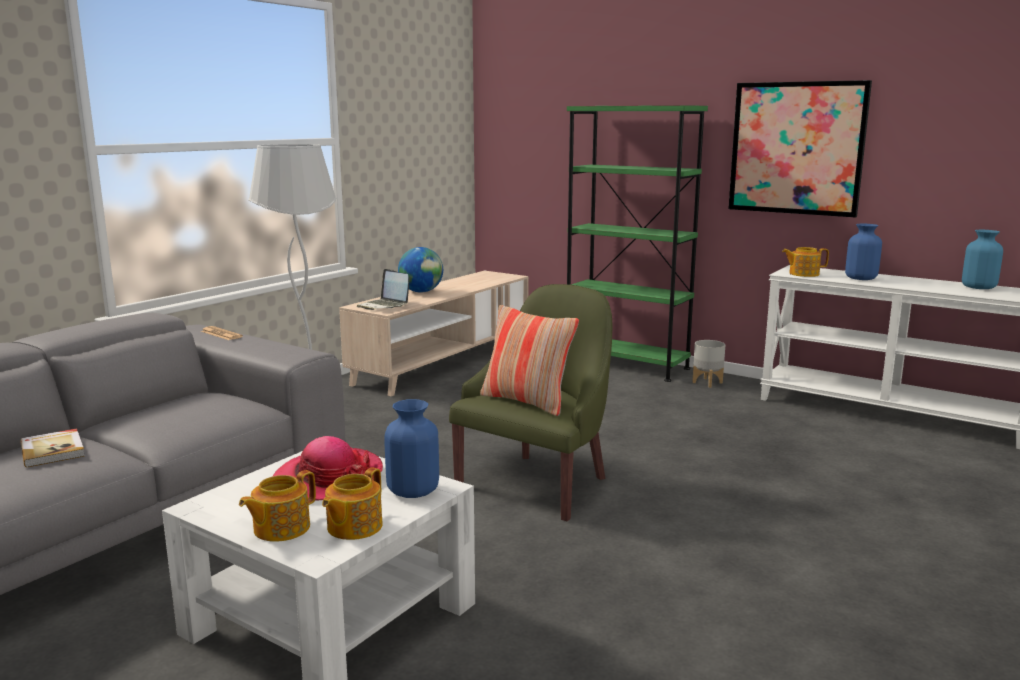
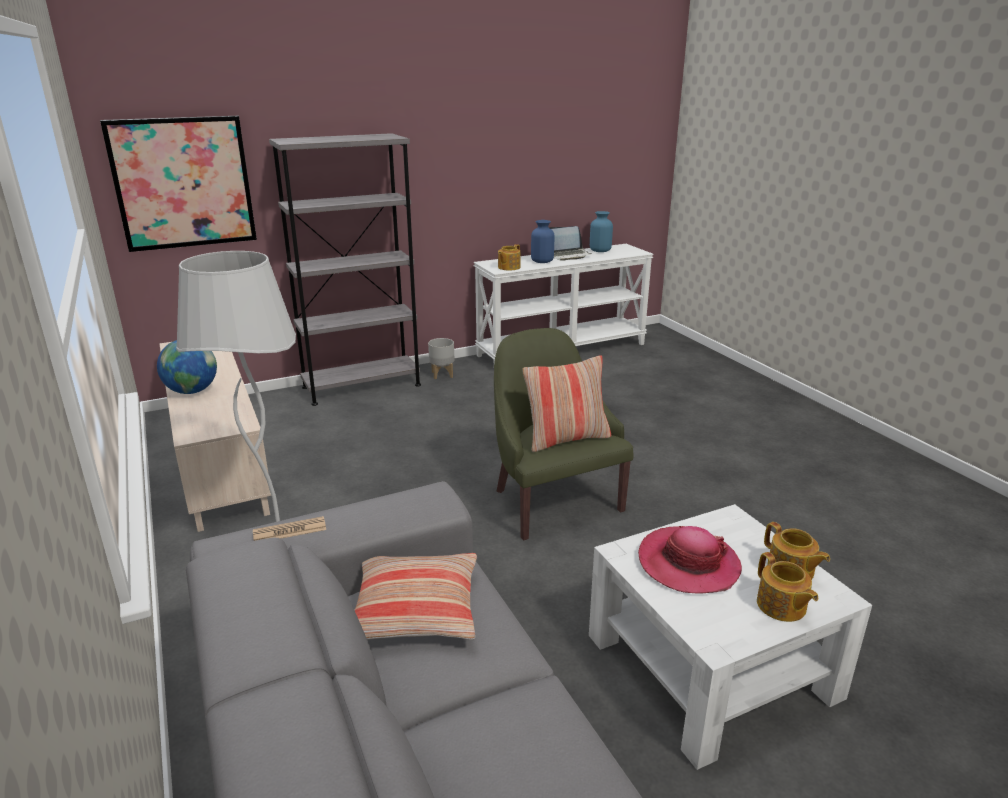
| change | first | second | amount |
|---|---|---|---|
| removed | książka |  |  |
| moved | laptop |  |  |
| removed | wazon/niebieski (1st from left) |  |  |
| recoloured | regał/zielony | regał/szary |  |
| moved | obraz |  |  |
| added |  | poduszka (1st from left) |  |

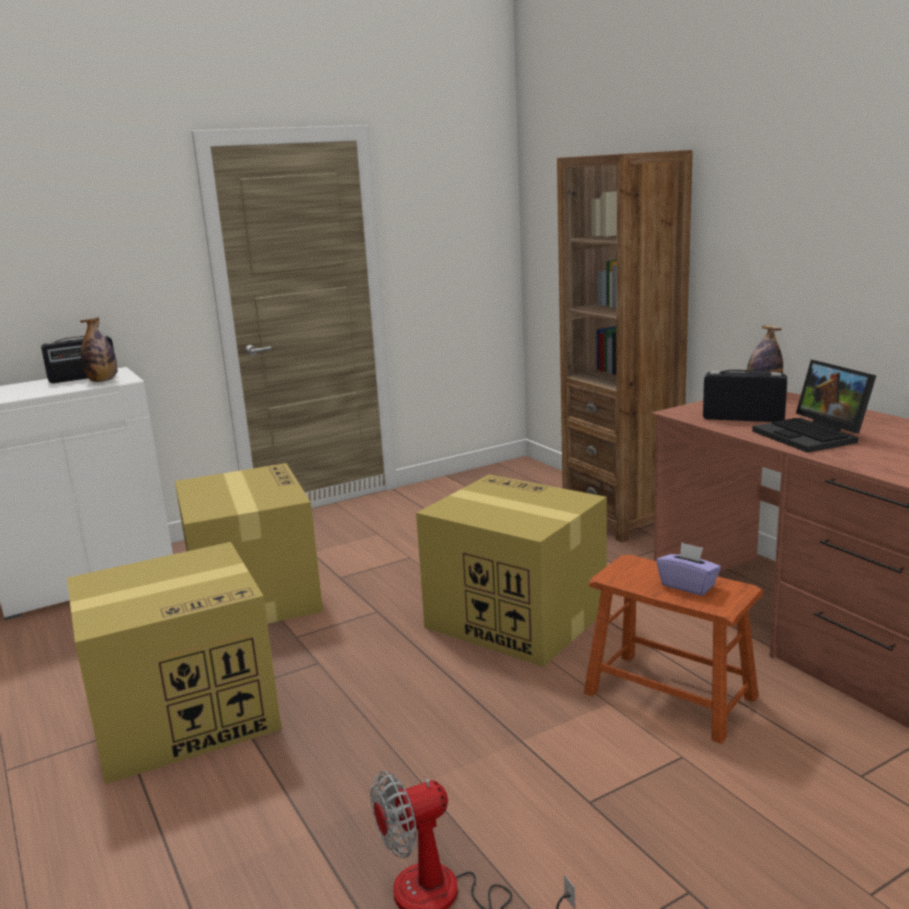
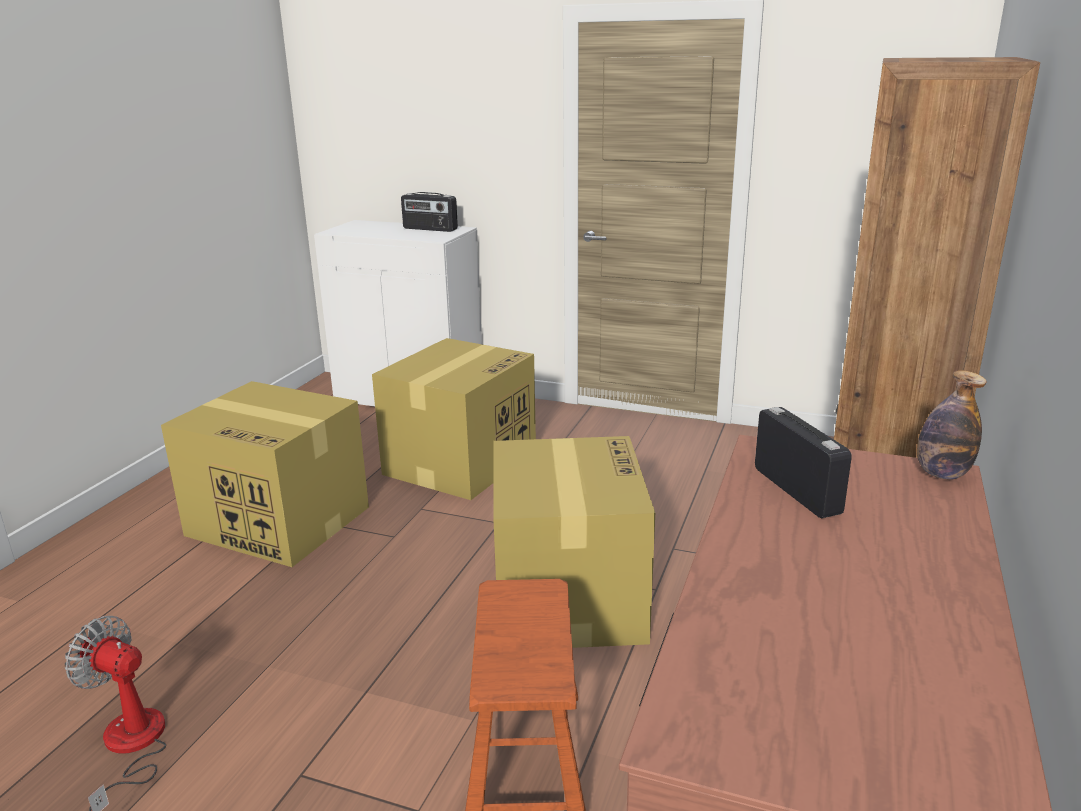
| change | first | second | amount |
|---|---|---|---|
| removed | butelka (1st from left) |  |  |
| removed | pudełko chusteczek/fioletowy |  |  |
| removed | laptop |  |  |

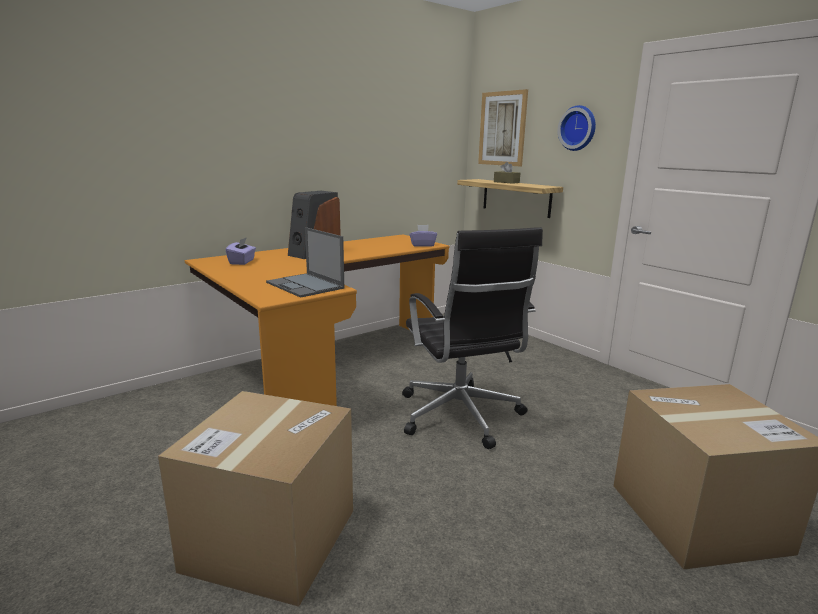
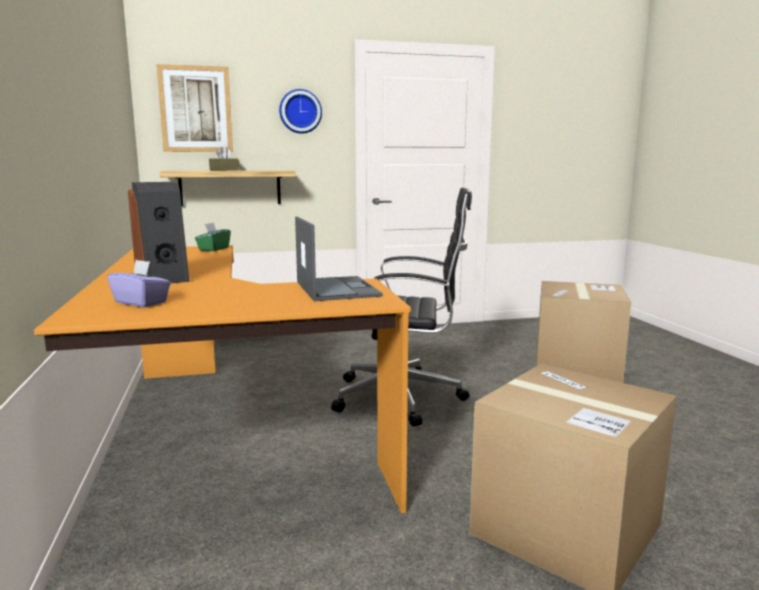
| change | first | second | amount |
|---|---|---|---|
| turned | laptop |  | 90 degrees counterclockwise |
| recoloured | pudełko chusteczek/fioletowy (2nd from left) | pudełko chusteczek/zielony |  |

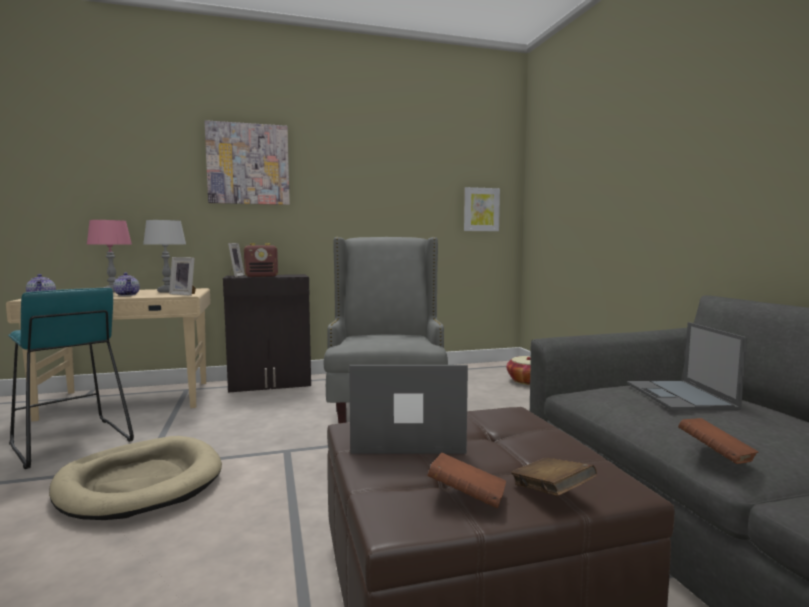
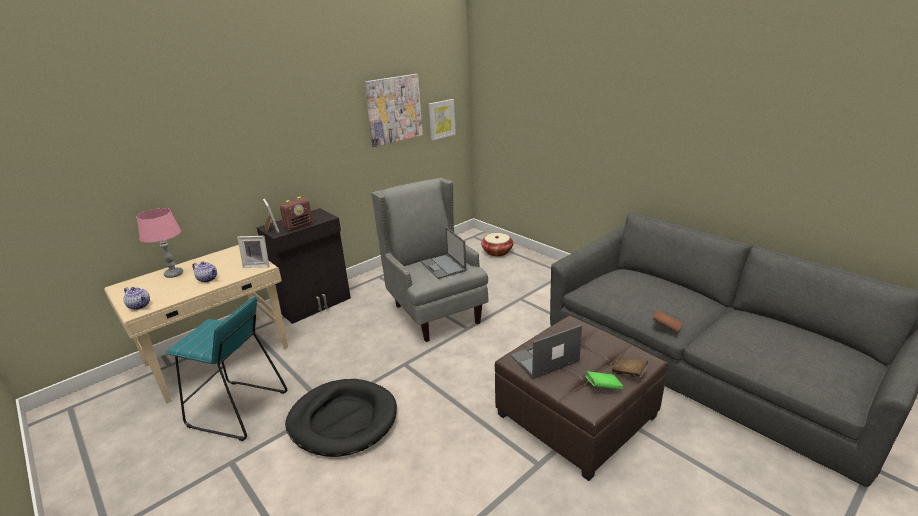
| change | first | second | amount |
|---|---|---|---|
| recoloured | legowisko/beżowy | legowisko/czarny |  |
| removed | lampa stołowa/szary |  |  |
| moved | obraz (1st from left) |  |  |
| recoloured | książka/brązowy (1st from left) | książka/zielony |  |
| moved | laptop (2nd from left in the first image) | laptop (1st from left) |  |

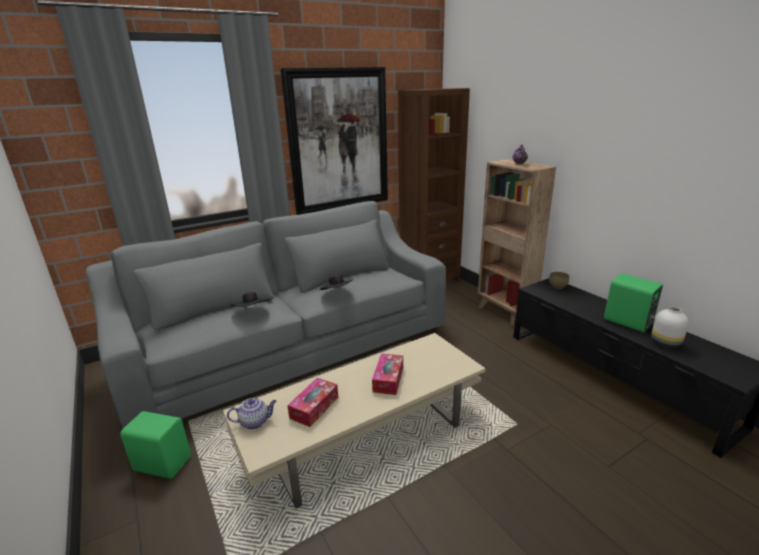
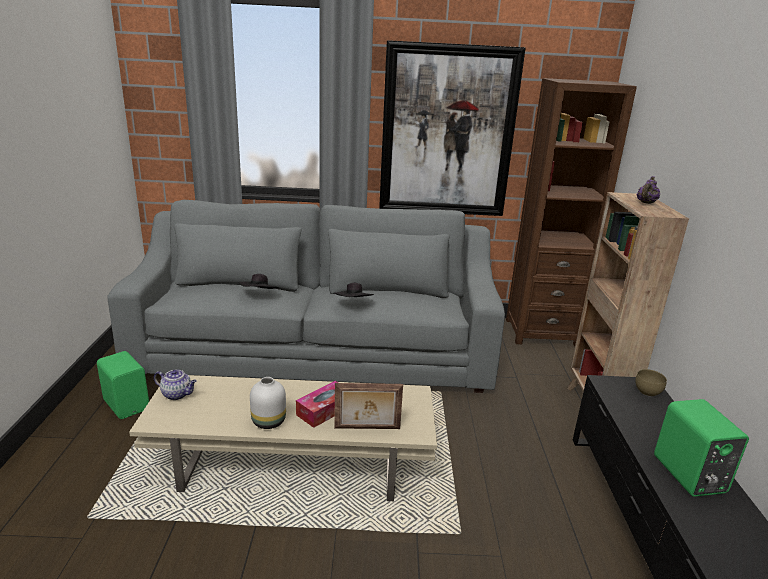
| change | first | second | amount |
|---|---|---|---|
| removed | pudełko chusteczek (1st from left) |  |  |
| moved | wazon/biały |  |  |
| added |  | ramka na zdjęcie |  |

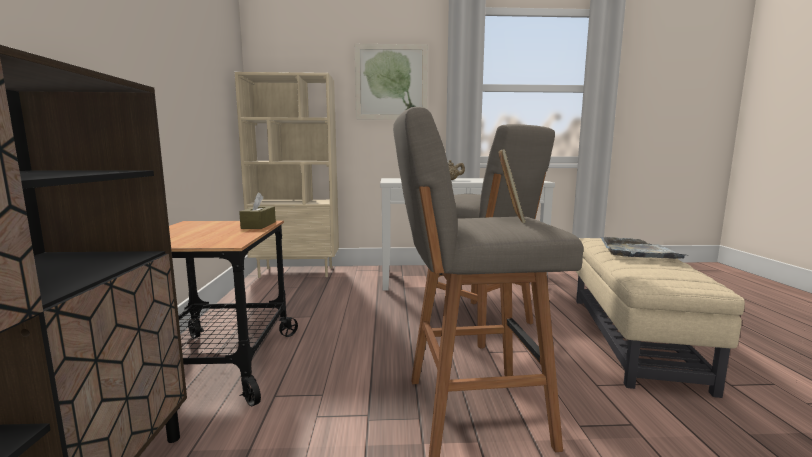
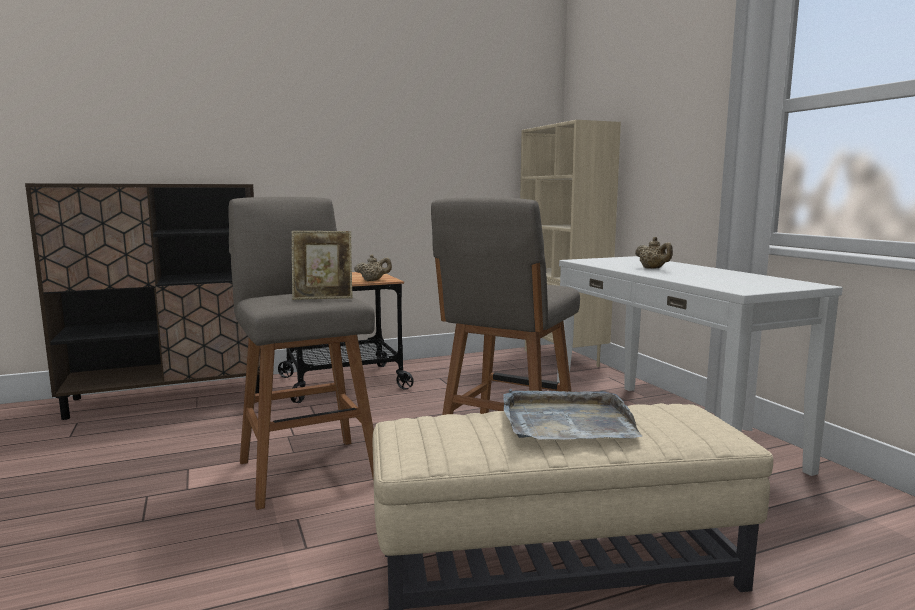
| change | first | second | amount |
|---|---|---|---|
| replaced | pudełko chusteczek/brązowy | imbryk/beżowy (1st from left) |  |
| removed | obraz |  |  |

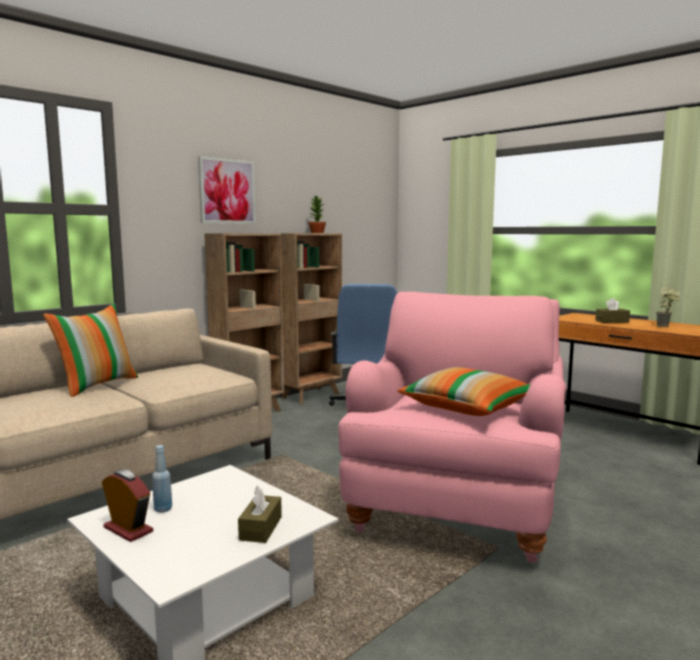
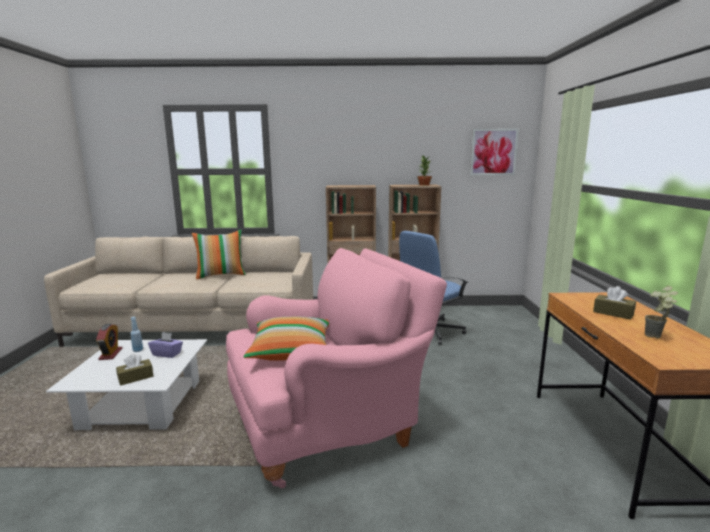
| change | first | second | amount |
|---|---|---|---|
| moved | obraz |  |  |
| added |  | pudełko chusteczek/fioletowy |  |

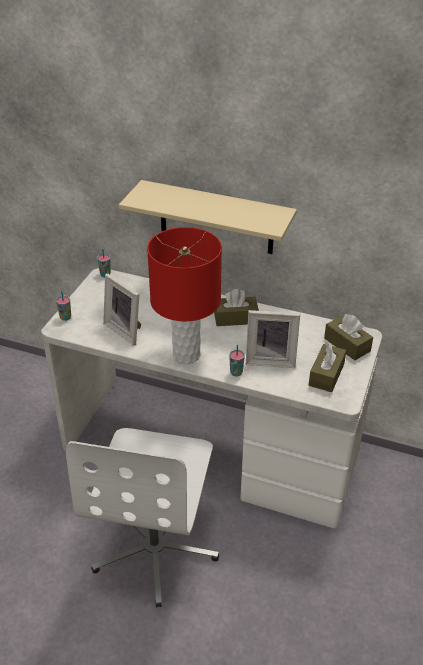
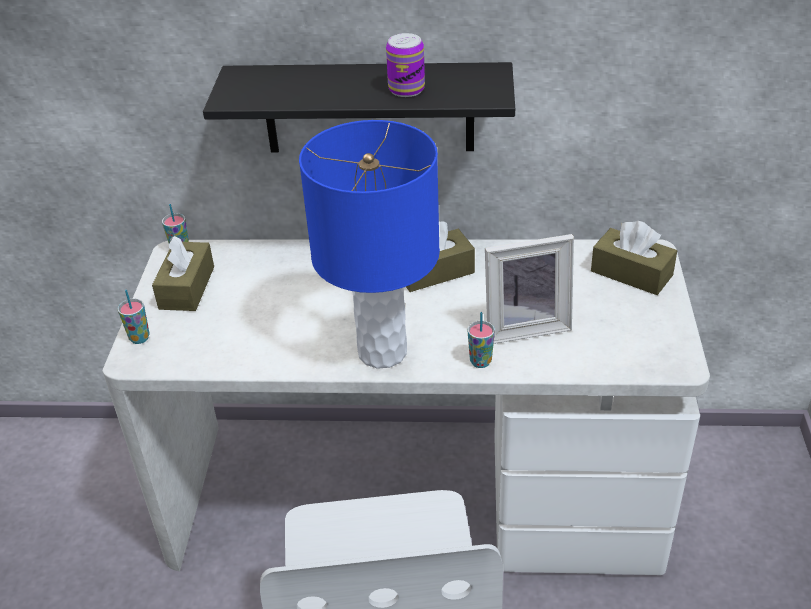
| change | first | second | amount |
|---|---|---|---|
| removed | ramka na zdjęcie (1st from left) |  |  |
| recoloured | półka/beżowy | półka/czarny |  |
| recoloured | lampa stołowa/czerwony | lampa stołowa/niebieski |  |
| moved | pudełko chusteczek/brązowy (2nd from left in the first image) | pudełko chusteczek/brązowy (1st from left) |  |
| added |  | puszka |  |

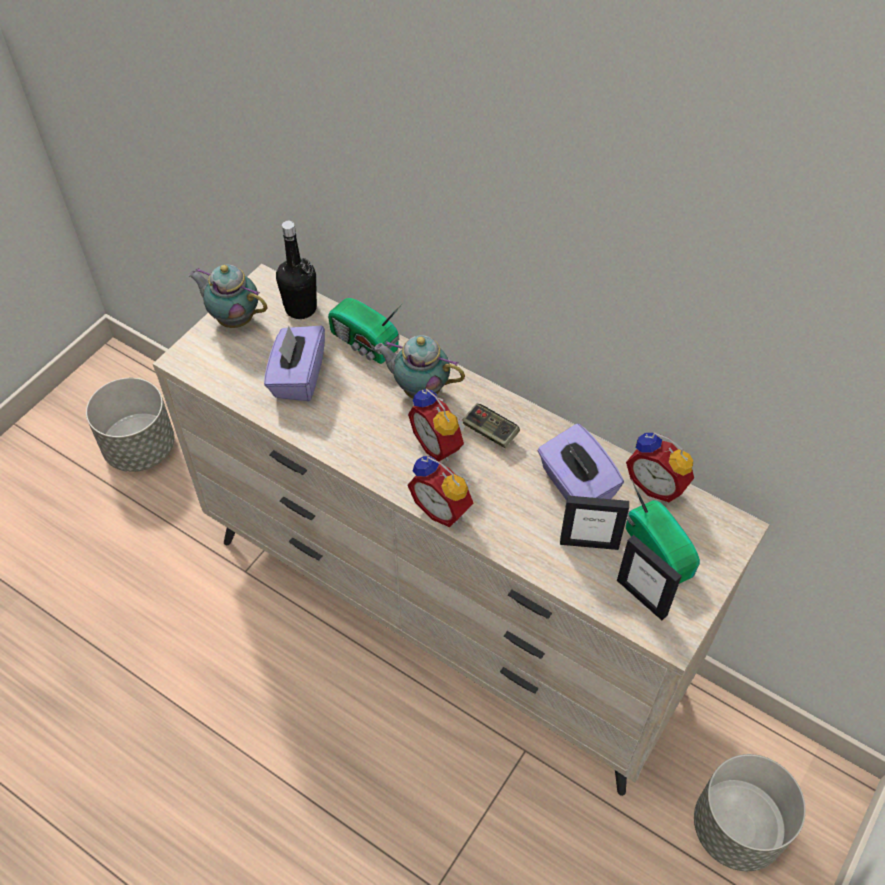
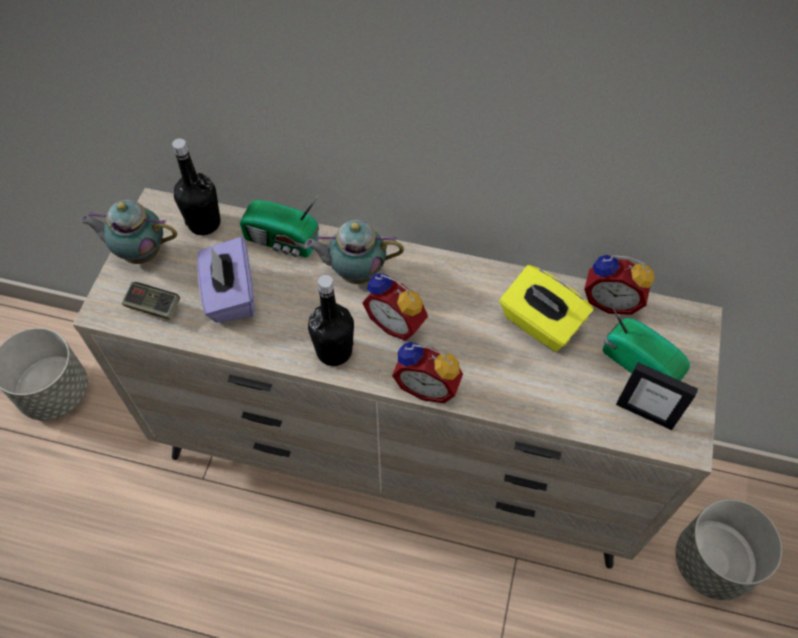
| change | first | second | amount |
|---|---|---|---|
| moved | pad do gier |  |  |
| recoloured | pudełko chusteczek/fioletowy (2nd from left) | pudełko chusteczek/żółty |  |
| removed | ramka na zdjęcie (1st from left) |  |  |
| added |  | butelka/czarny (2nd from left) |  |

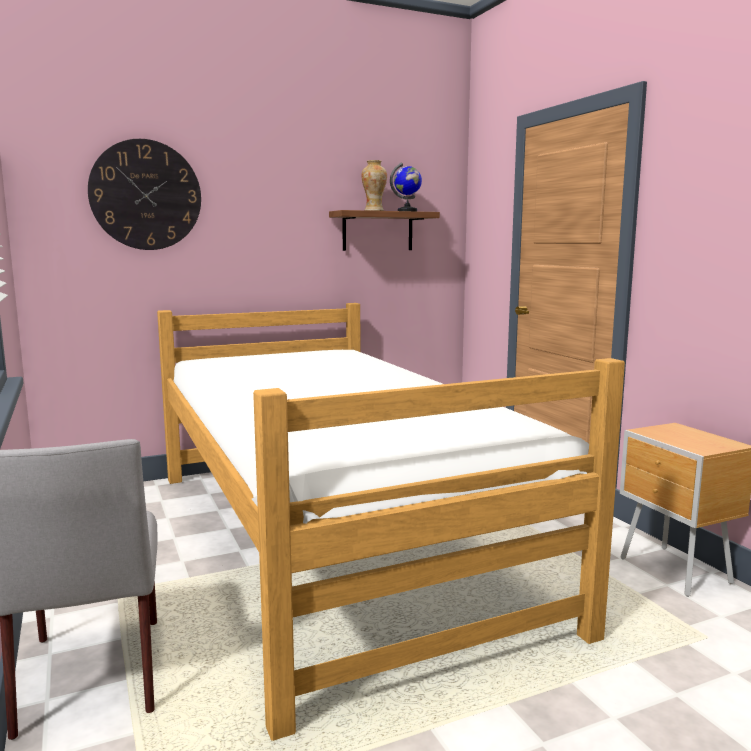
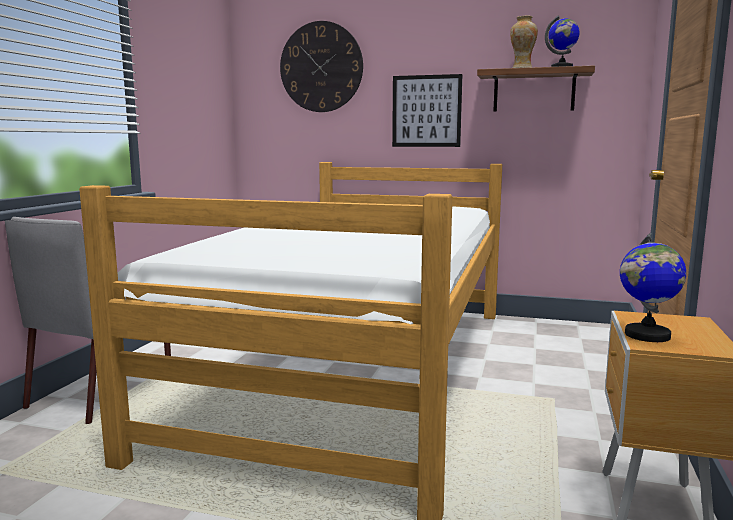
| change | first | second | amount |
|---|---|---|---|
| added |  | obraz |  |
| added |  | globus (2nd from left) |  |

